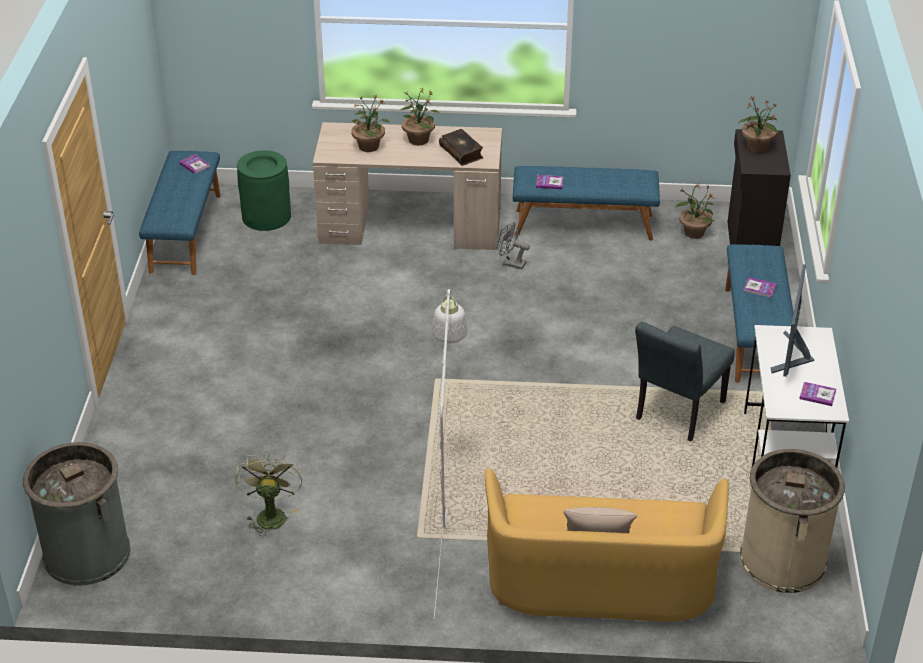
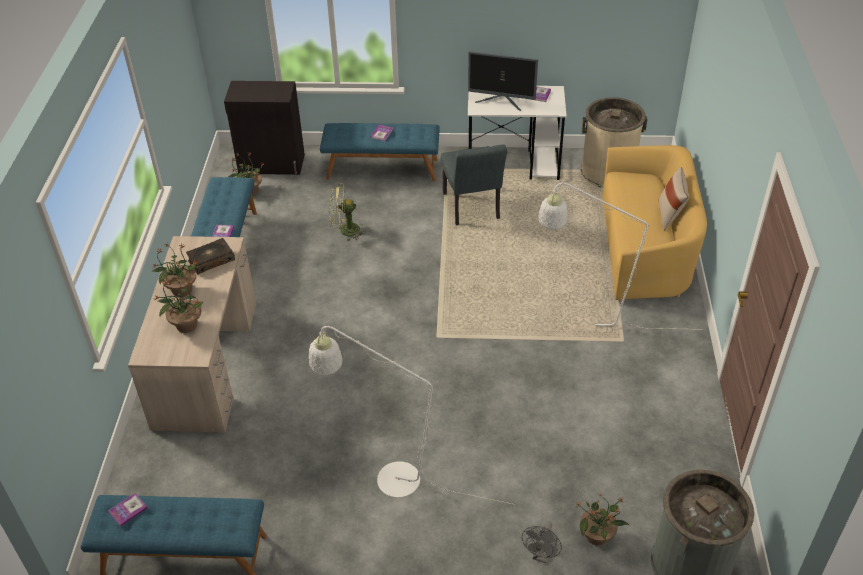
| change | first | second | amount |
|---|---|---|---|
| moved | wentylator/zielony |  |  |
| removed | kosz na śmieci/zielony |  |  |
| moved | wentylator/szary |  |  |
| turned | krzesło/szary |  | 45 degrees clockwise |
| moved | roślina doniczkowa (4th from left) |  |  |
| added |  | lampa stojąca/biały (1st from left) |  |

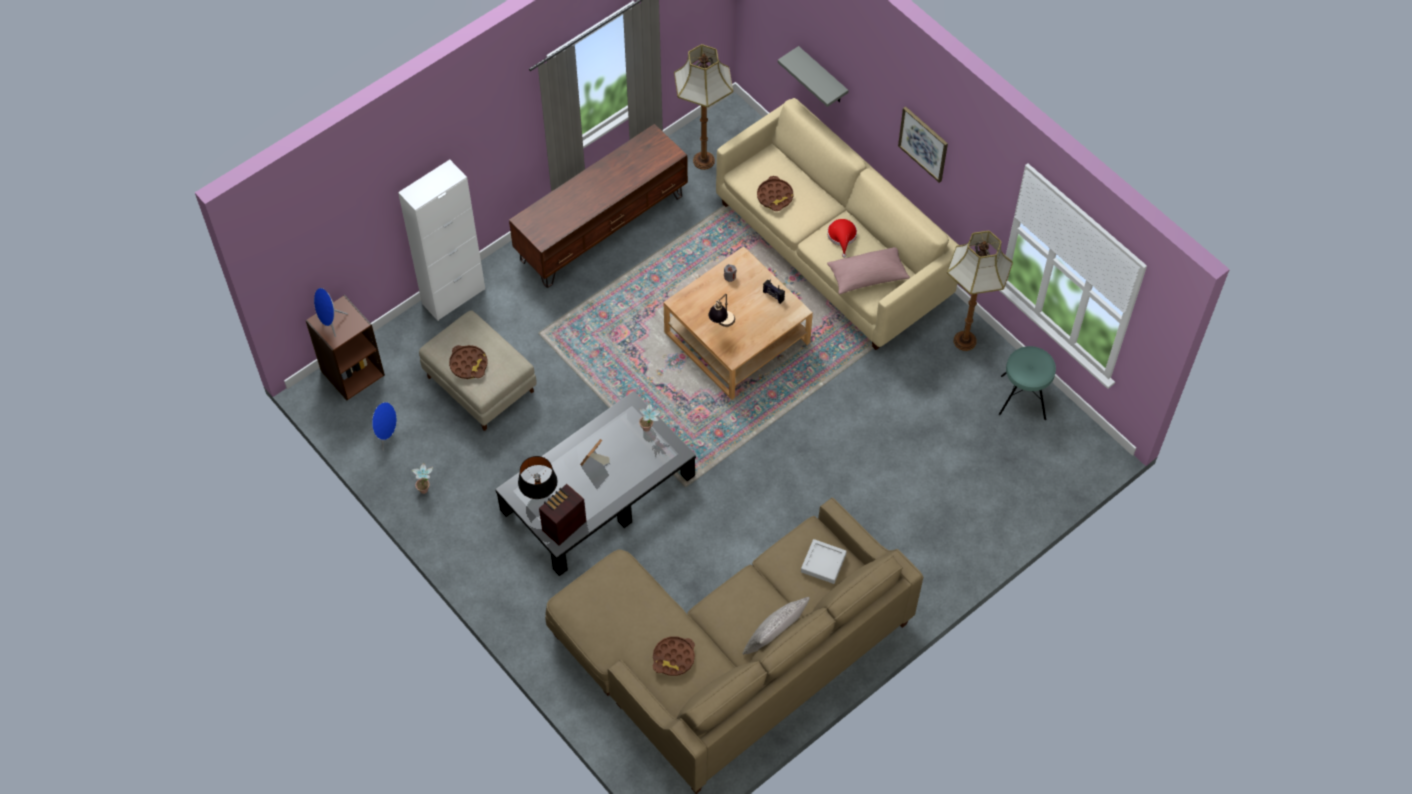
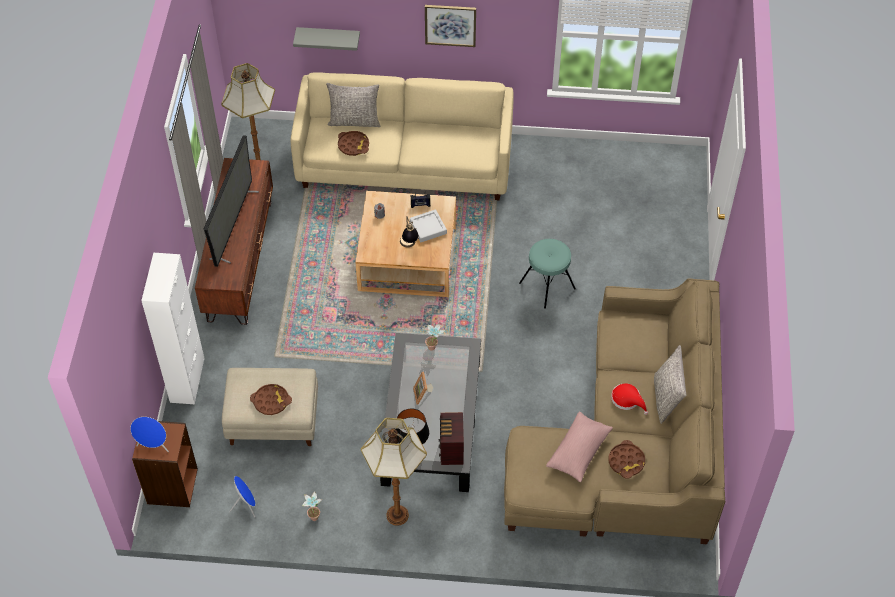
| change | first | second | amount |
|---|---|---|---|
| moved | taca/szary |  |  |
| moved | kapelusz/czerwony |  |  |
| moved | poduszka/różowy |  |  |
| moved | lampa stojąca (2nd from left) |  |  |
| moved | stołek/turkusowy |  |  |
| added |  | telewizor |  |
| added |  | poduszka/szary (1st from left) |  |

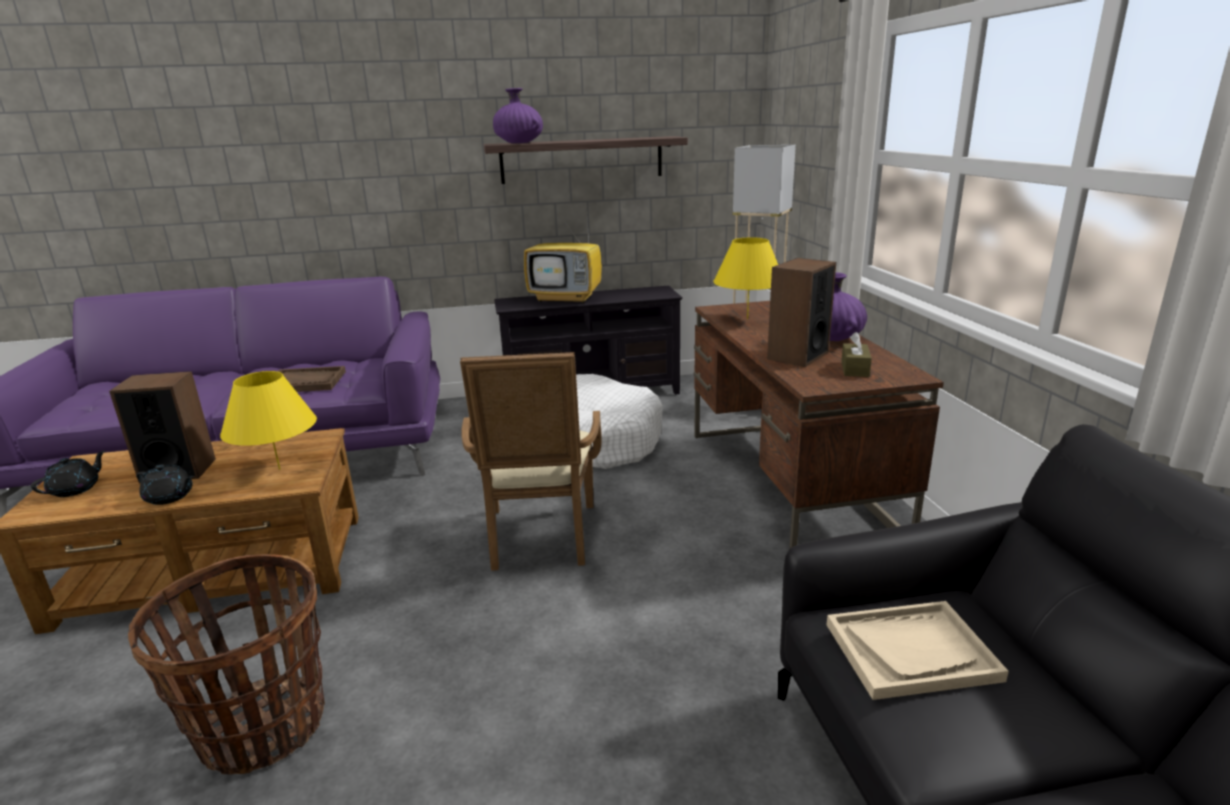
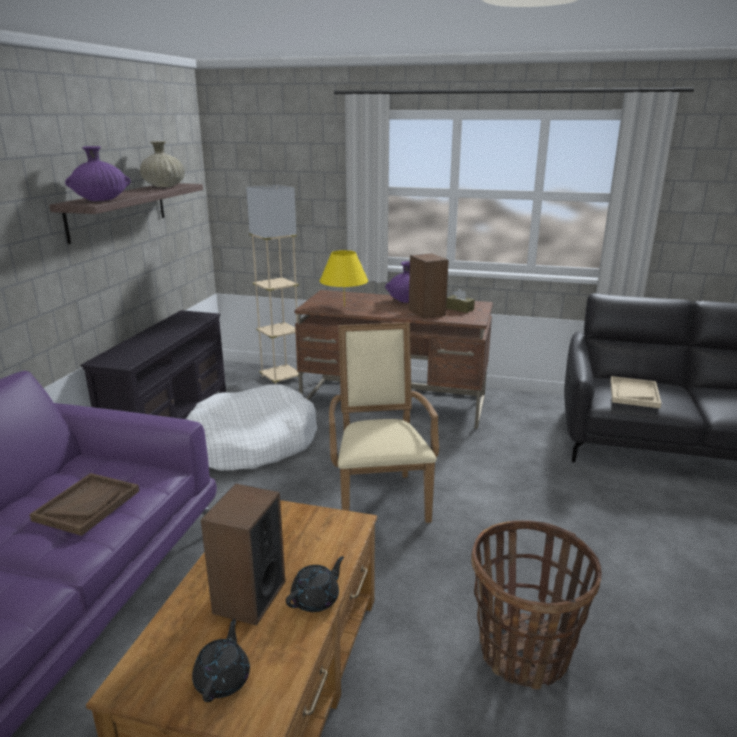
| change | first | second | amount |
|---|---|---|---|
| turned | imbryk/czarny (1st from left) |  | 45 degrees clockwise |
| removed | lampa stołowa/żółty (1st from left) |  |  |
| turned | fotel/beżowy |  | 120 degrees counterclockwise |
| removed | telewizor |  |  |
| added |  | wazon/beżowy |  |

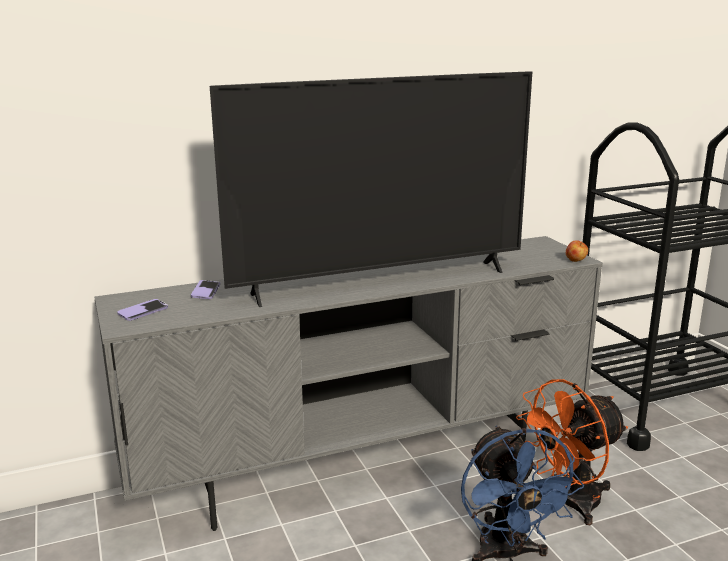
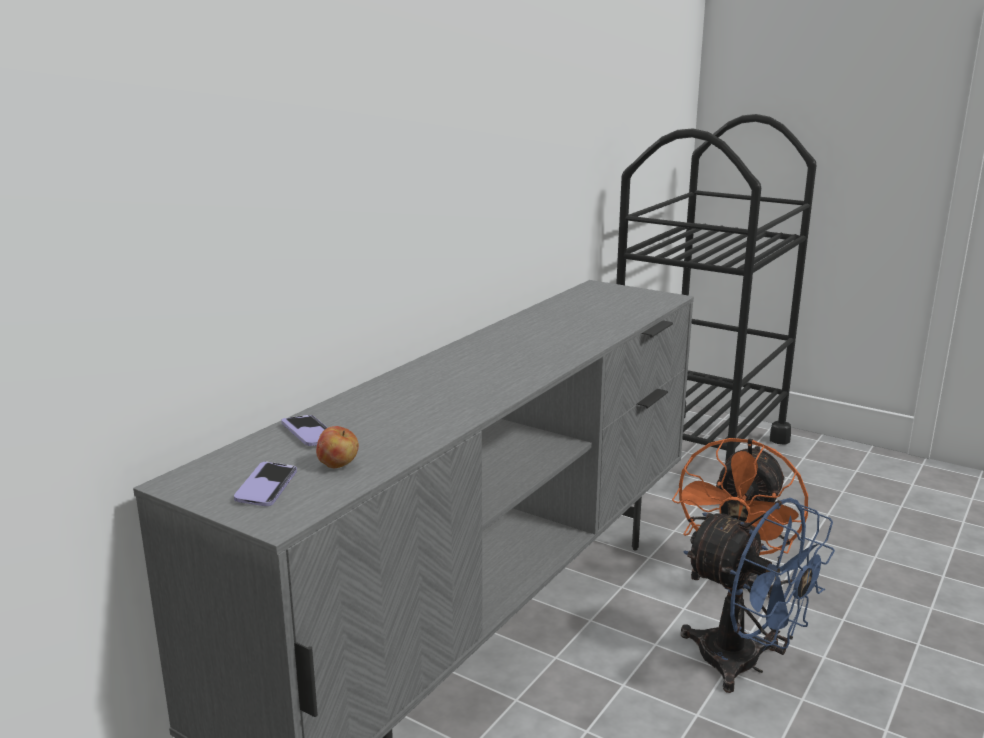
| change | first | second | amount |
|---|---|---|---|
| removed | telewizor |  |  |
| moved | jabłko |  |  |

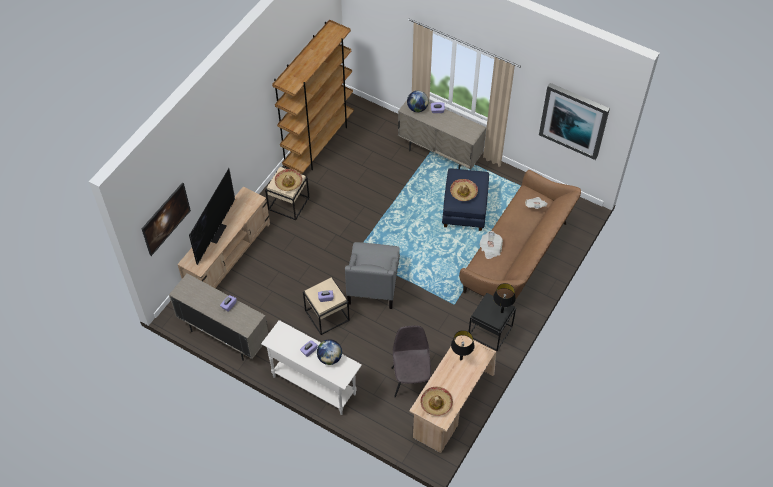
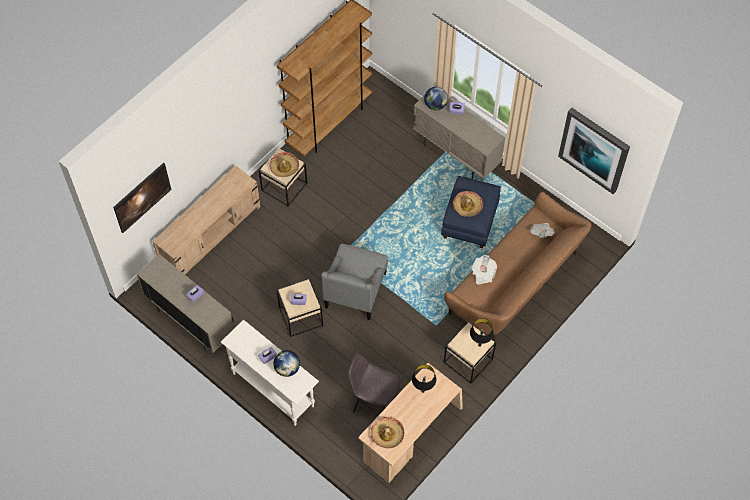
| change | first | second | amount |
|---|---|---|---|
| removed | telewizor |  |  |
| turned | krzesło/szary |  | 75 degrees counterclockwise |
| recoloured | stolik/czarny | stolik/beżowy (3rd from left) |  |

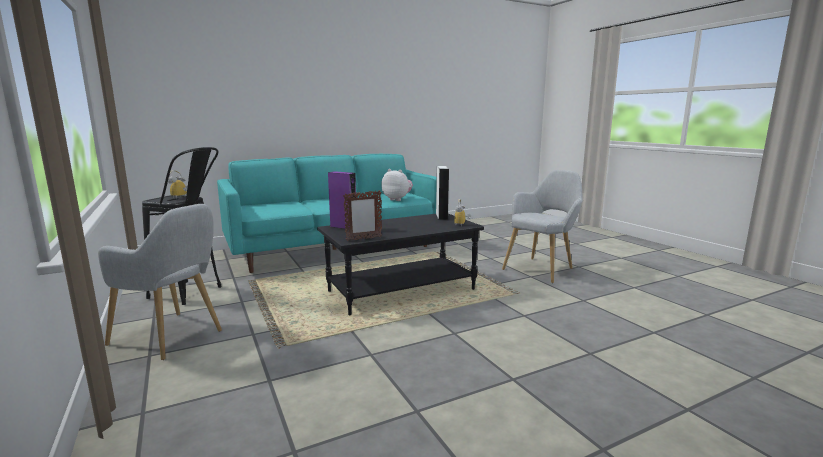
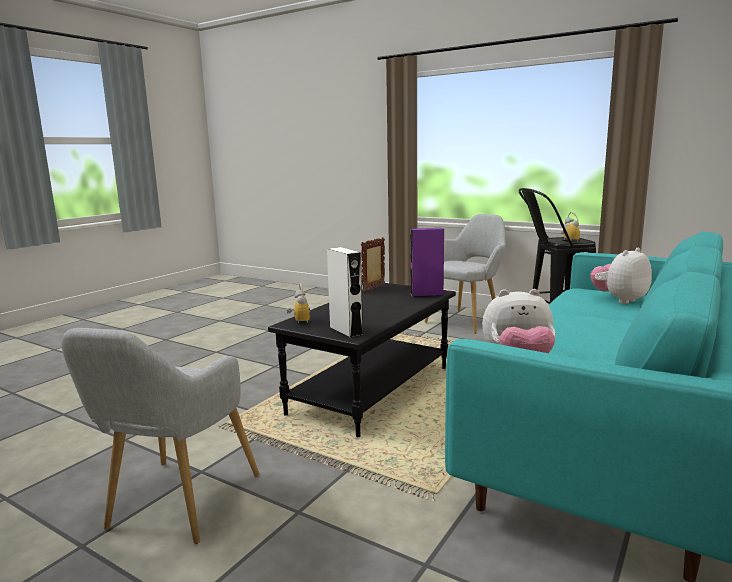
| change | first | second | amount |
|---|---|---|---|
| turned | fotel/szary (1st from left in the first image) | fotel/szary (2nd from left) | 135 degrees clockwise |
| added |  | pluszak (2nd from left) |  |

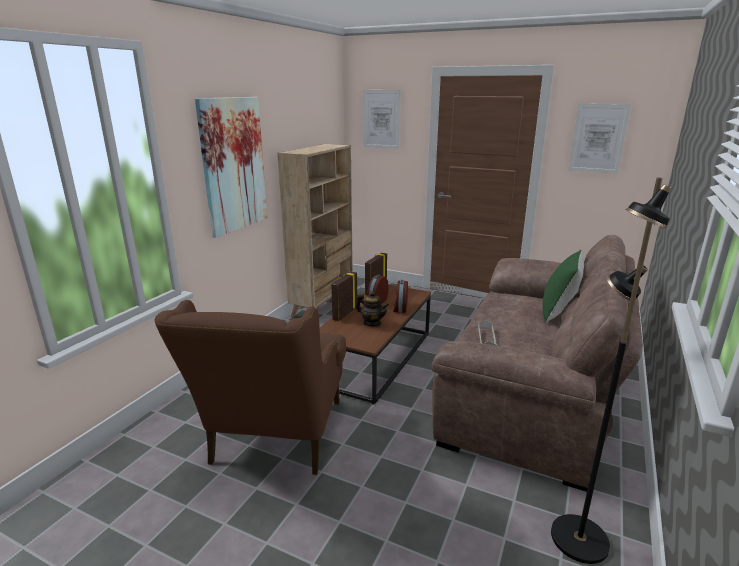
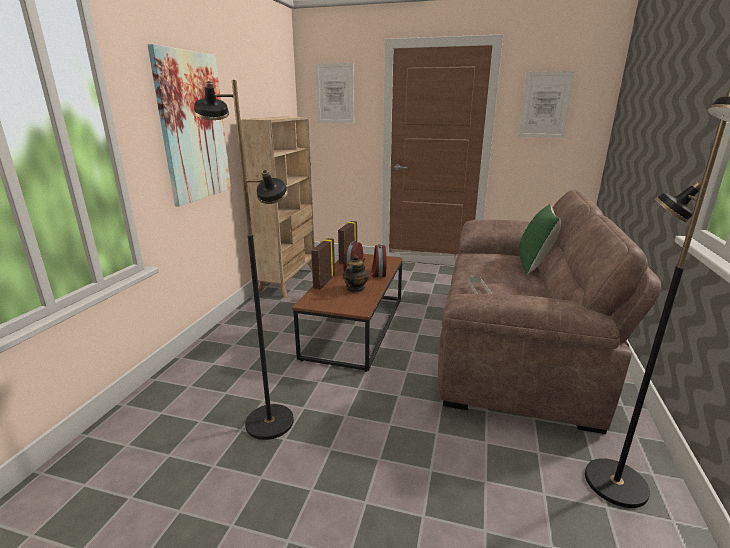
| change | first | second | amount |
|---|---|---|---|
| replaced | fotel/brązowy | lampa stojąca/czarny (1st from left) |  |
| turned | imbryk |  | 90 degrees counterclockwise |

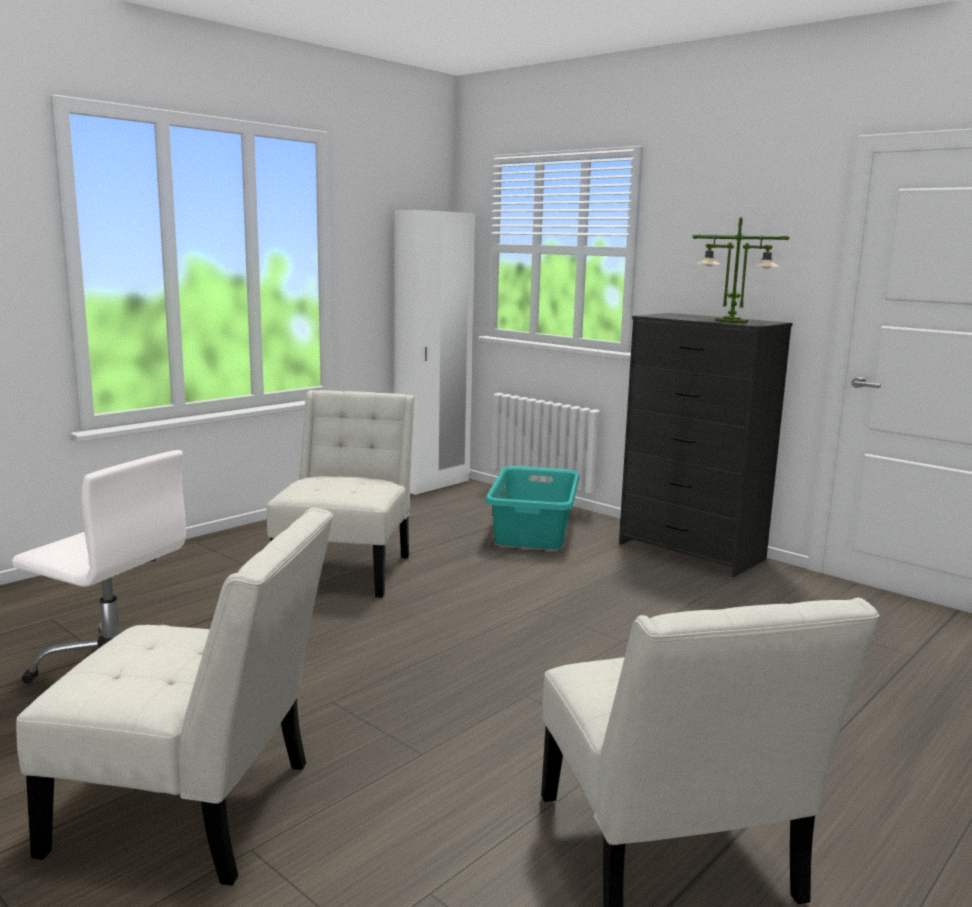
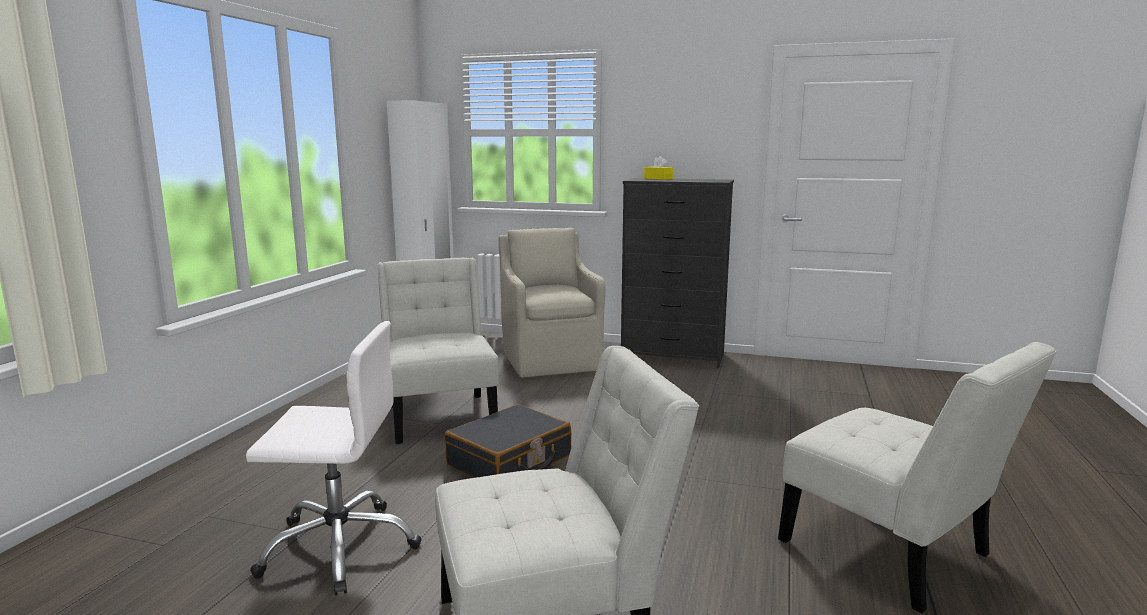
| change | first | second | amount |
|---|---|---|---|
| replaced | kosz na pranie/turkusowy | fotel/beżowy |  |
| removed | lampa stołowa |  |  |
| added |  | walizka/czarny |  |
| added |  | pudełko chusteczek/żółty |  |

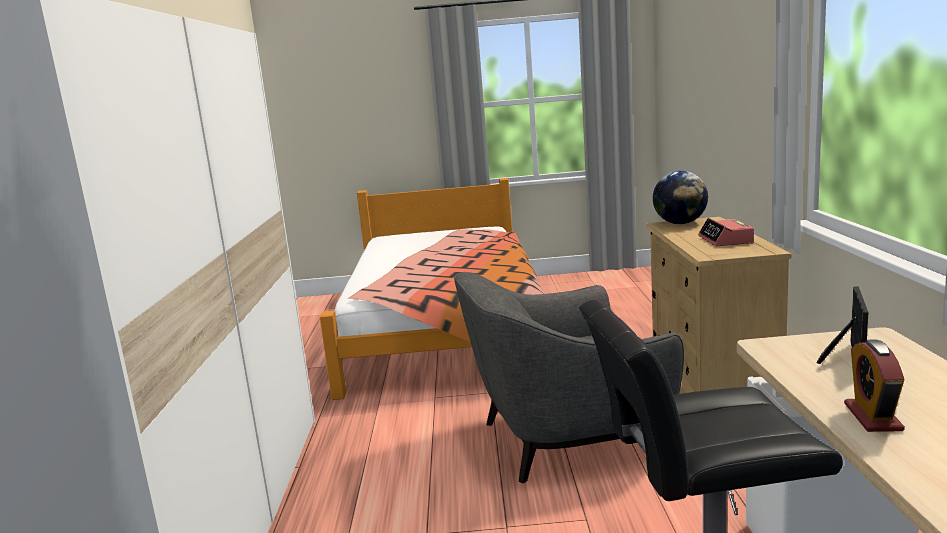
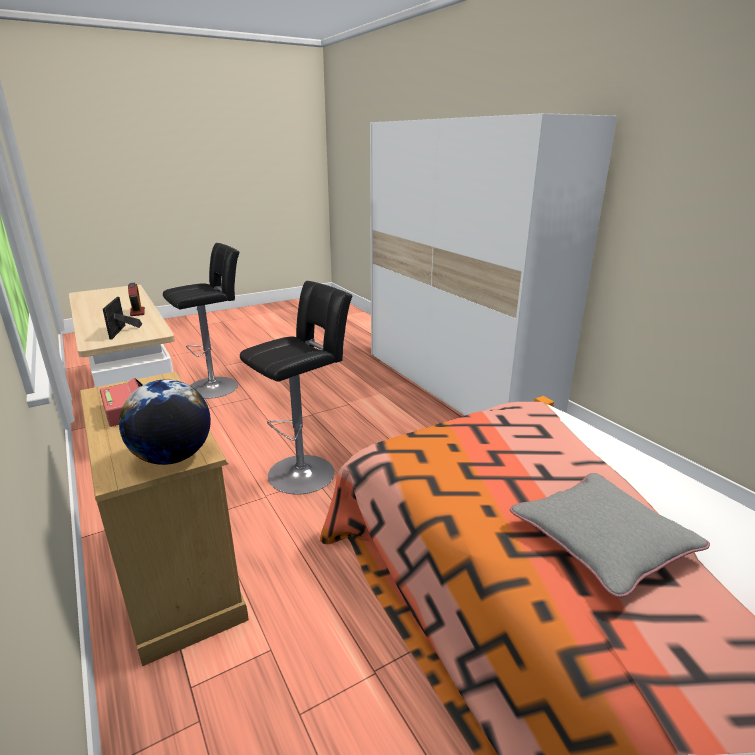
| change | first | second | amount |
|---|---|---|---|
| replaced | fotel/szary | stołek/czarny (2nd from left) |  |
| added |  | poduszka/szary |  |

